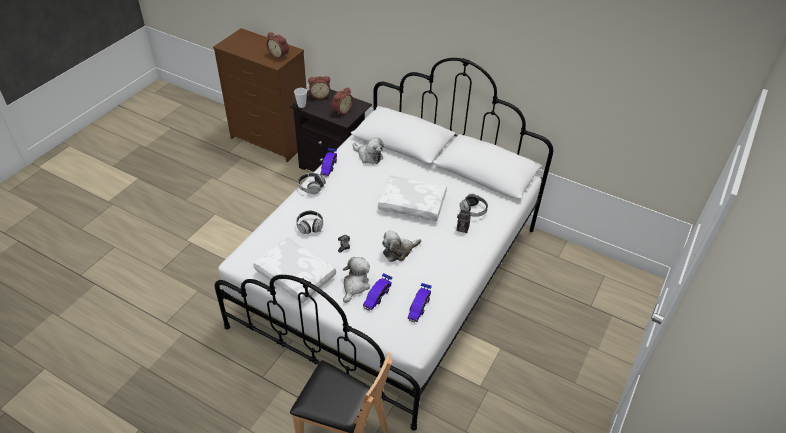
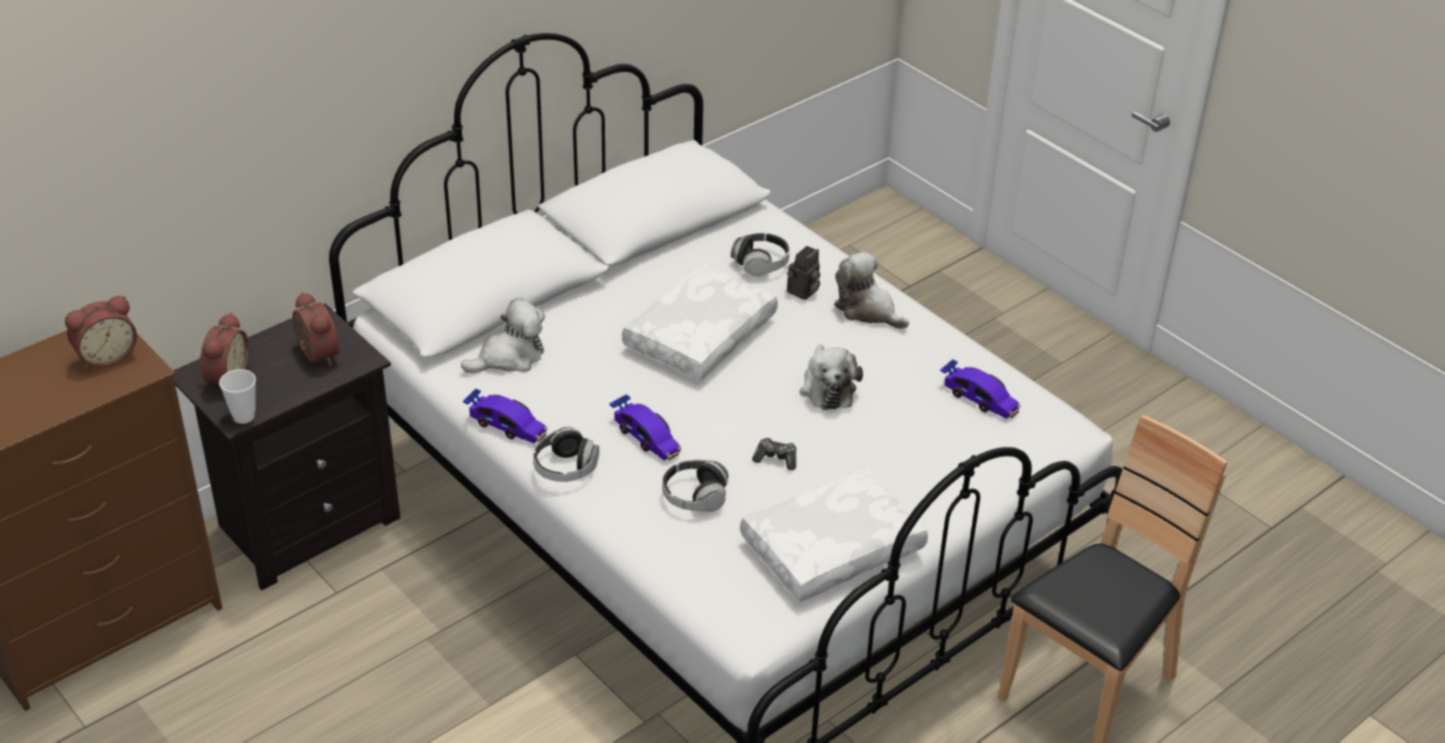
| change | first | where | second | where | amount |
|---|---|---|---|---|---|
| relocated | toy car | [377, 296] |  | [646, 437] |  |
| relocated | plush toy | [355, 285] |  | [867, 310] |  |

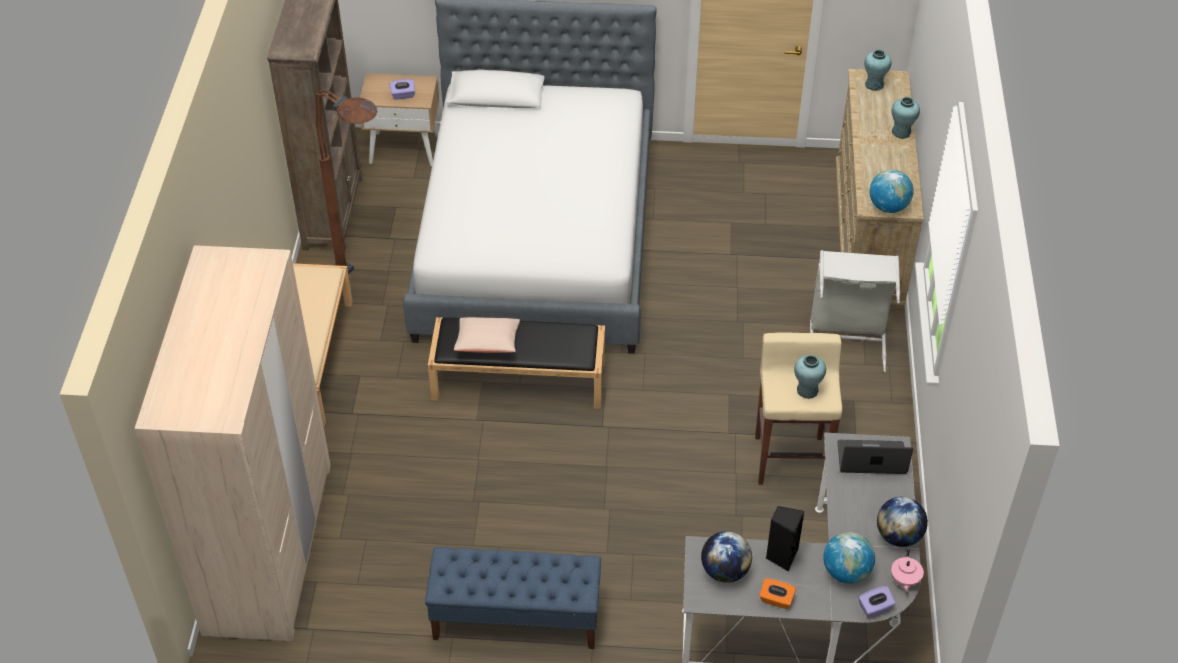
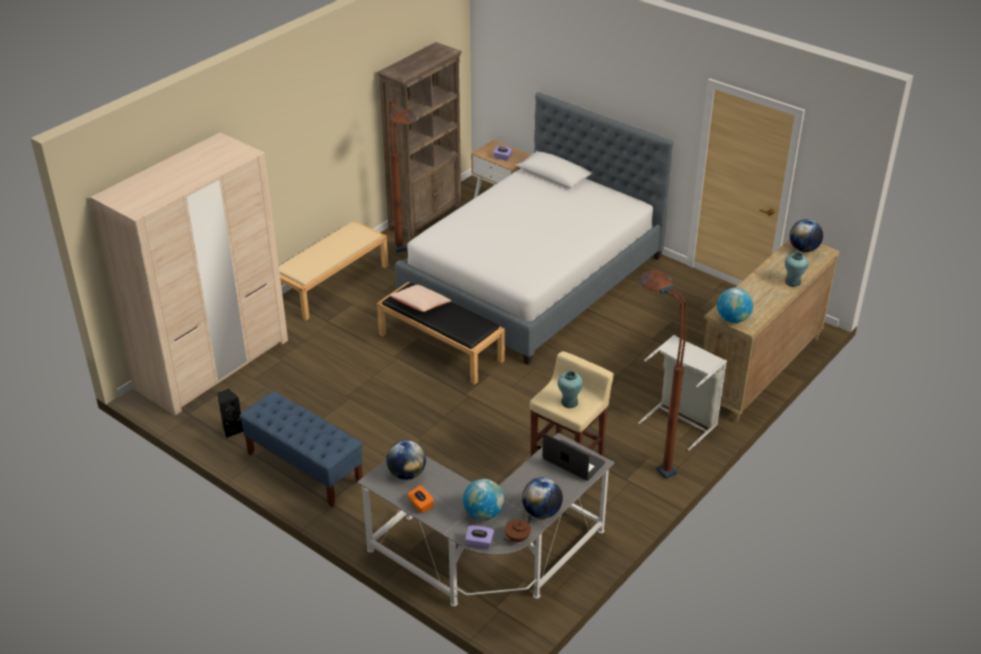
| change | first | where | second | where | amount |
|---|---|---|---|---|---|
| relocated | speaker (black) | [781, 556] |  | [232, 430] |  |
| colour | teapot (pink) | [904, 580] | teapot (brown) | [517, 538] |  |
| appeared |  |  | floor lamp (brown) | [647, 452] |  |
| exchanged | vase (turquoise) | [874, 84] | globe | [803, 249] |  |

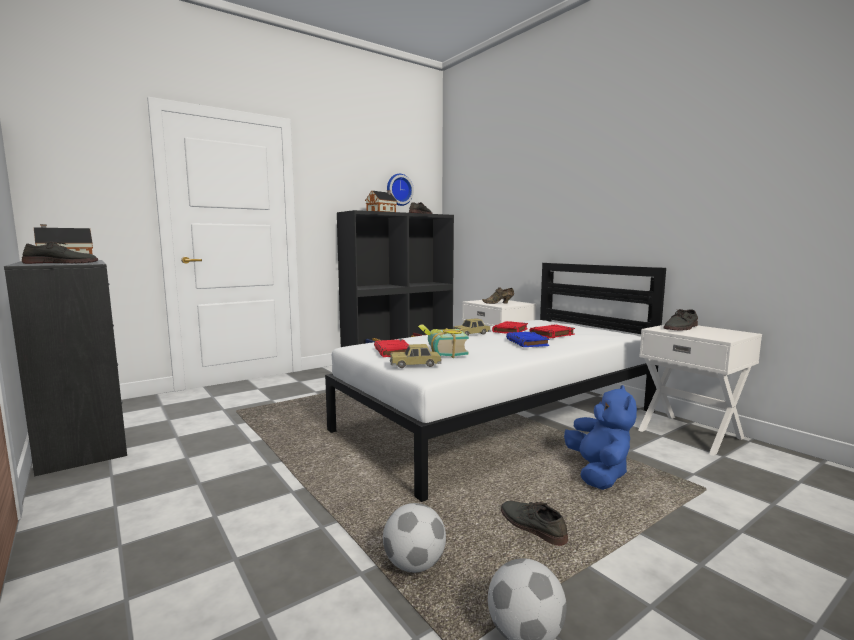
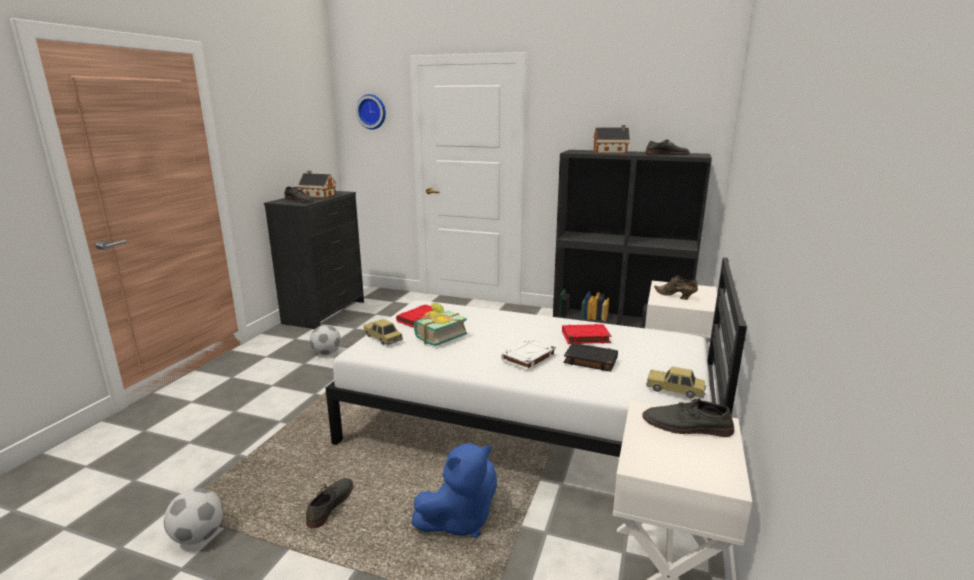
| change | first | where | second | where | amount |
|---|---|---|---|---|---|
| relocated | football | [414, 565] |  | [326, 353] |  |
| relocated | wall clock | [398, 190] |  | [372, 111] |  |
| colour | book (blue) | [527, 343] | book (white) | [528, 358] |  |
| colour | book (red) | [551, 334] | book (black) | [590, 360] |  |
| relocated | toy car | [471, 334] |  | [675, 390] |  |

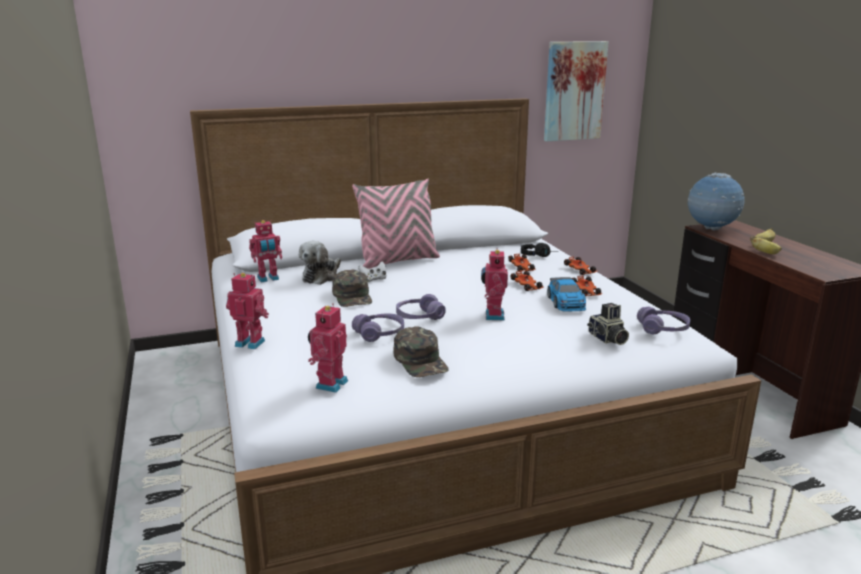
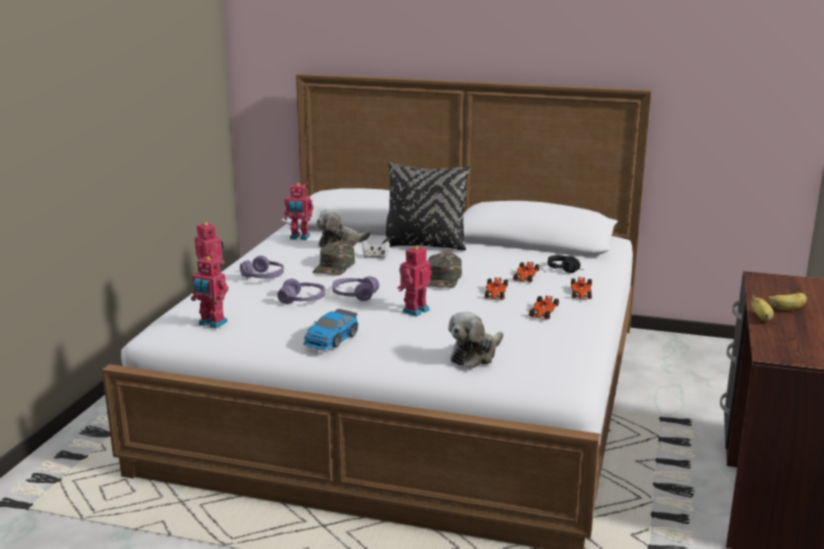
| change | first | where | second | where | amount |
|---|---|---|---|---|---|
| spun | toy robot | [329, 384] |  | [212, 323] | 120 degrees counterclockwise |
| relocated | headphones (purple) | [663, 329] |  | [263, 277] |  |
| relocated | toy car | [566, 303] |  | [331, 339] |  |
| colour | pillow (pink) | [398, 261] | pillow (black) | [425, 246] |  |
| relocated | cap (green) | [421, 361] |  | [443, 279] |  |
| exchanged | photo camera | [607, 339] | plush toy | [475, 355] |  |
| missing | picture | [574, 91] |  |  |  |
| missing | globe | [711, 229] |  |  |  |

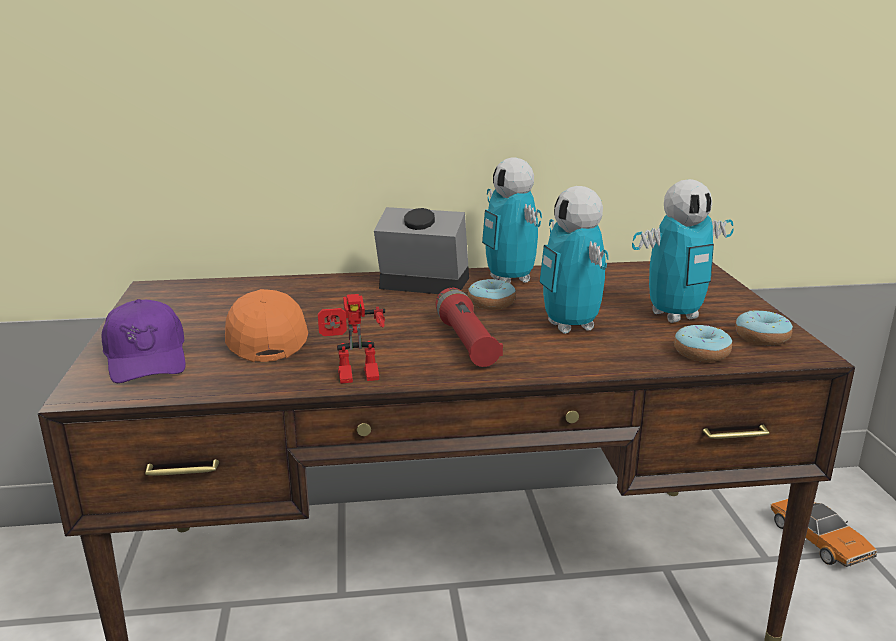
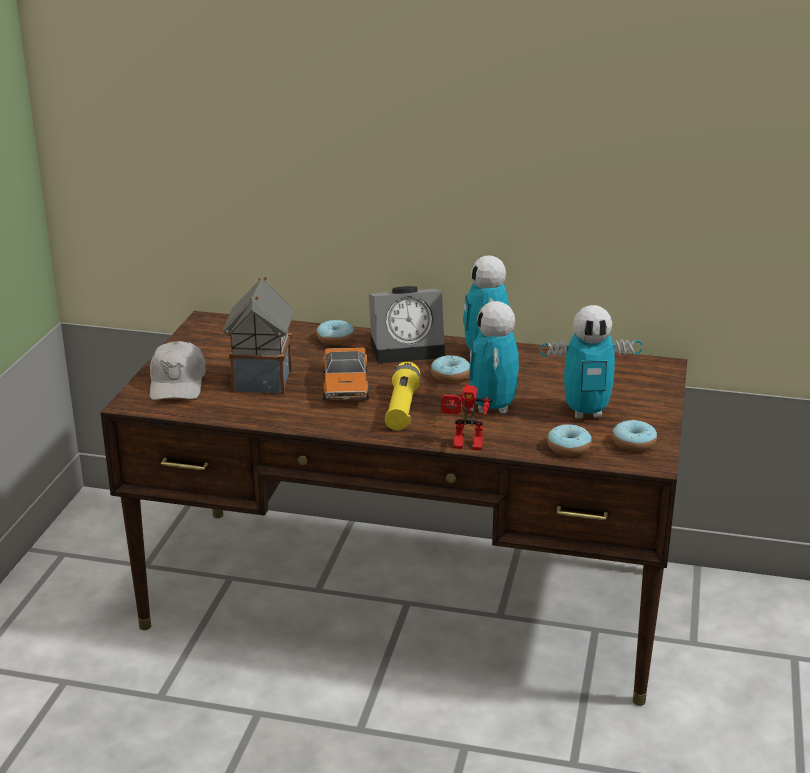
| change | first | where | second | where | amount |
|---|---|---|---|---|---|
| colour | cap (purple) | [147, 358] | cap (white) | [178, 383] |  |
| exchanged | cap (orange) | [266, 340] | toy house | [262, 382] |  |
| appeared |  |  | donut | [335, 339] |  |
| relocated | toy car | [819, 540] |  | [345, 385] |  |
| spun | alarm clock | [420, 285] |  | [409, 349] | 135 degrees clockwise |
| colour | flashlight (red) | [466, 342] | flashlight (yellow) | [402, 408] |  |
| relocated | toy robot | [355, 378] |  | [465, 446] |  |

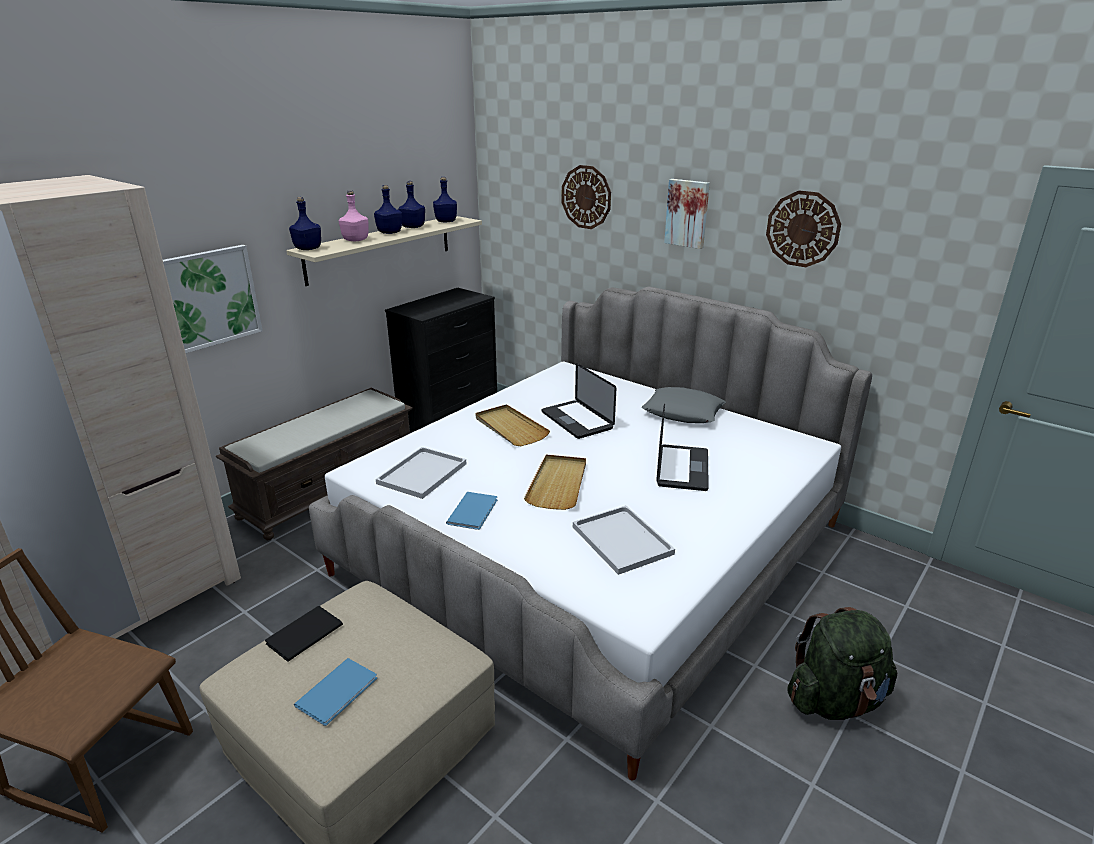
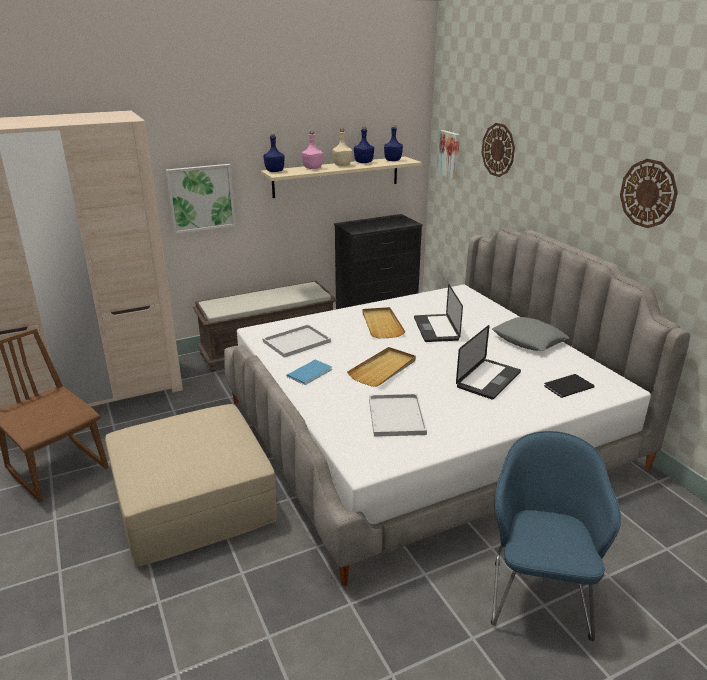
| change | first | where | second | where | amount |
|---|---|---|---|---|---|
| colour | bottle (blue) | [389, 233] | bottle (beige) | [341, 165] |  |
| relocated | picture | [687, 213] |  | [450, 154] |  |
| exchanged | backpack (green) | [835, 700] | armchair (blue) | [539, 592] |  |
| relocated | book (black) | [302, 634] |  | [566, 386] |  |
| missing | book (blue) | [340, 691] |  |  |  |

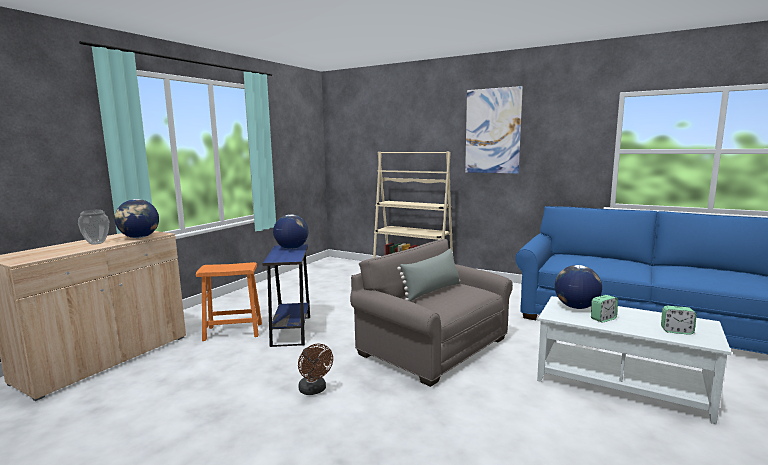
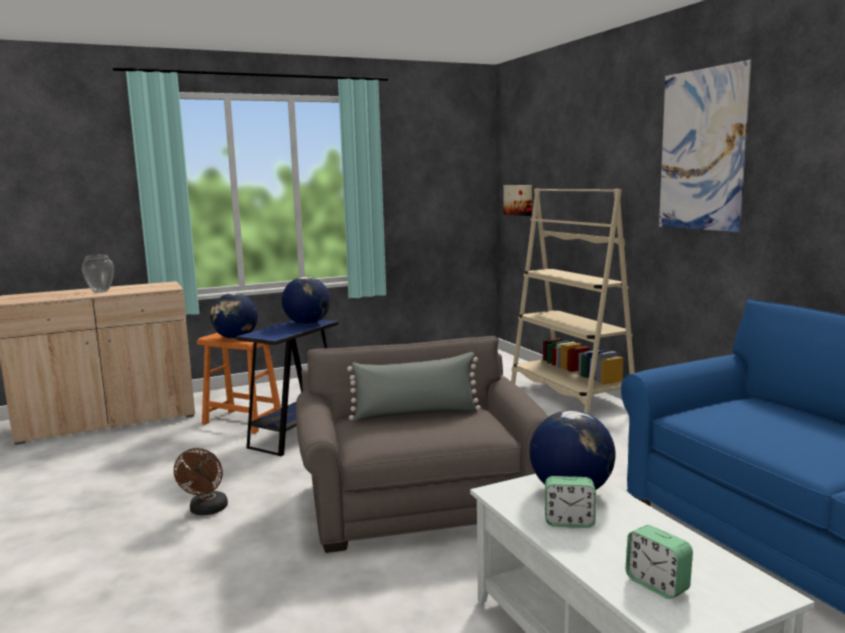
| change | first | where | second | where | amount |
|---|---|---|---|---|---|
| relocated | globe | [139, 237] |  | [236, 338] |  |
| appeared |  |  | picture | [519, 200] |  |

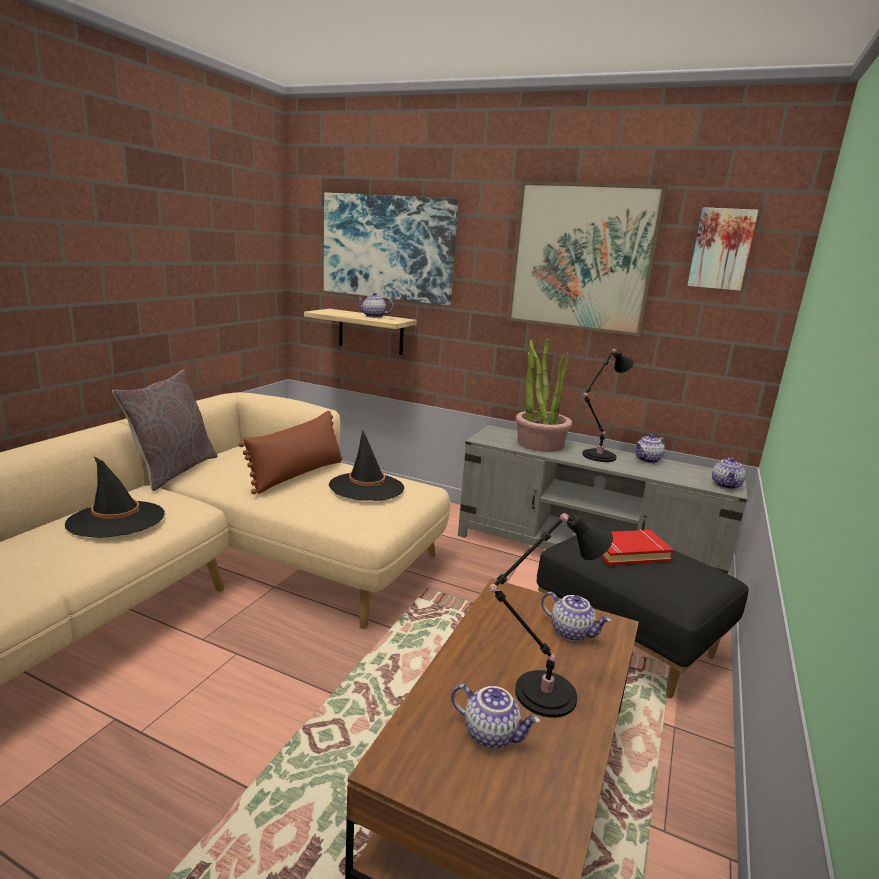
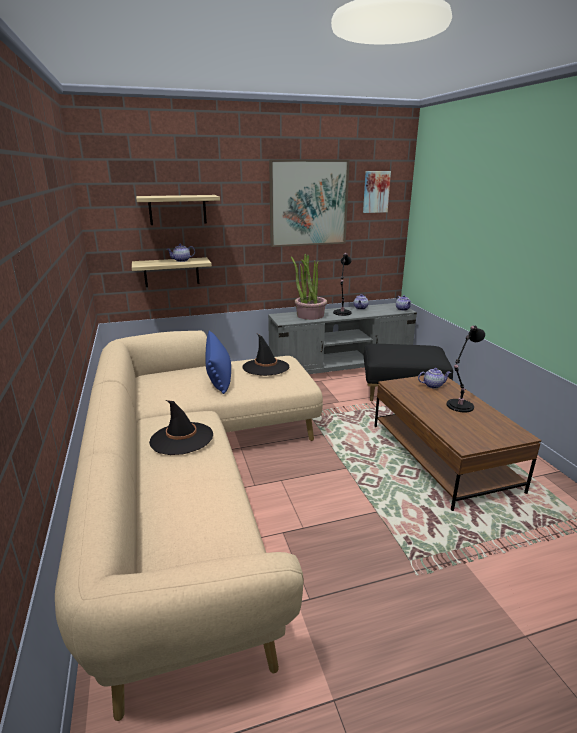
| change | first | where | second | where | amount |
|---|---|---|---|---|---|
| exchanged | picture | [388, 247] | shelf | [177, 210] |  |
| colour | pillow (brown) | [297, 475] | pillow (blue) | [219, 376] |  |
| missing | pillow (grey) | [173, 470] |  |  |  |
| missing | teapot | [492, 733] |  |  |  |
| missing | book (red) | [628, 552] |  |  |  |

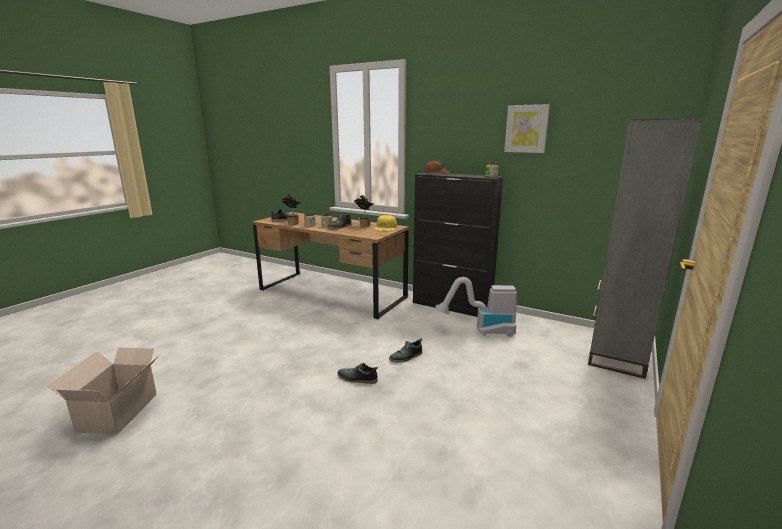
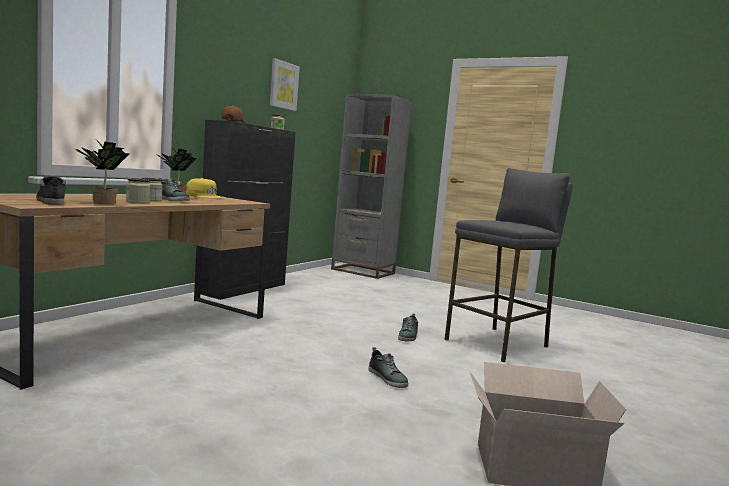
| change | first | where | second | where | amount |
|---|---|---|---|---|---|
| relocated | shoe | [406, 357] |  | [388, 378] |  |
| appeared |  |  | stool (grey) | [498, 343] |  |
| missing | vacuum cleaner | [481, 331] |  |  |  |

